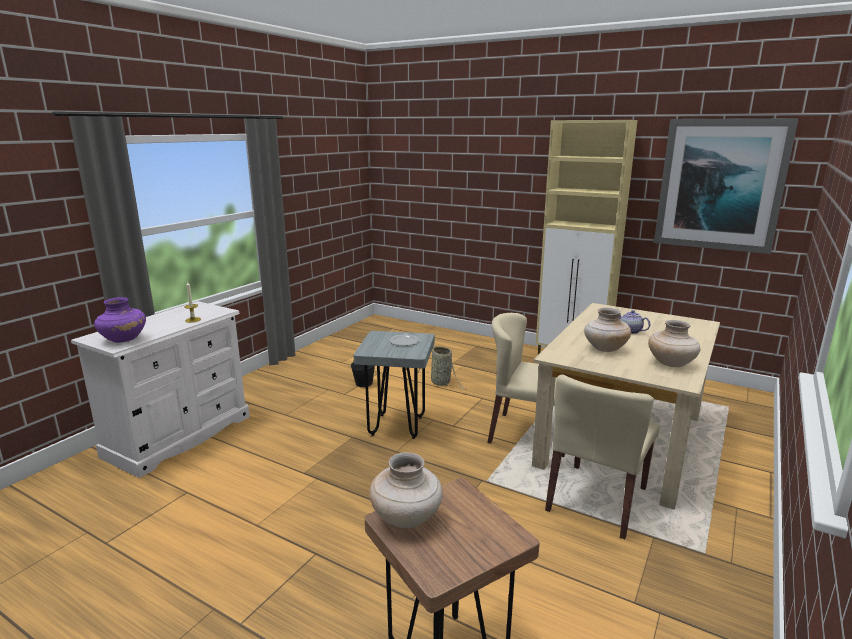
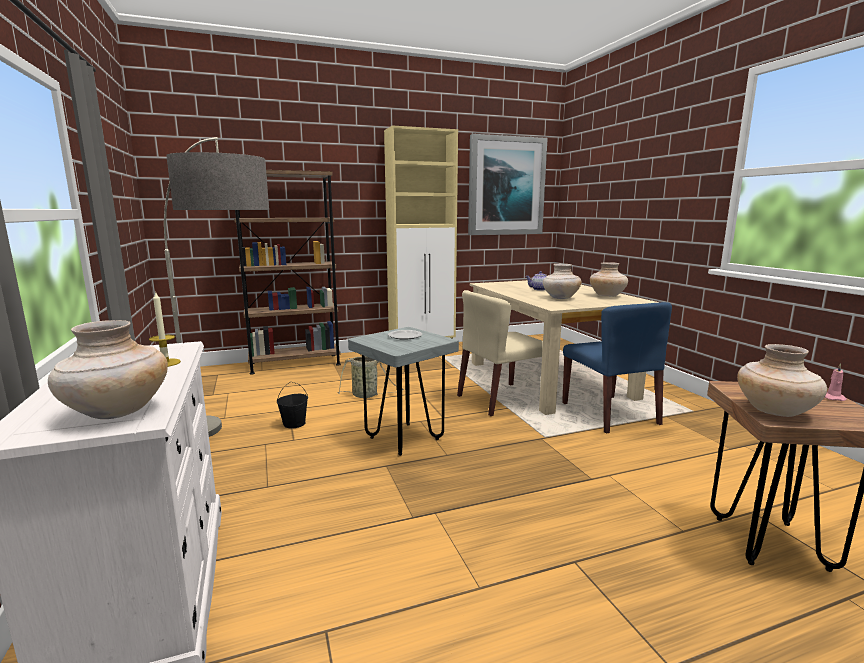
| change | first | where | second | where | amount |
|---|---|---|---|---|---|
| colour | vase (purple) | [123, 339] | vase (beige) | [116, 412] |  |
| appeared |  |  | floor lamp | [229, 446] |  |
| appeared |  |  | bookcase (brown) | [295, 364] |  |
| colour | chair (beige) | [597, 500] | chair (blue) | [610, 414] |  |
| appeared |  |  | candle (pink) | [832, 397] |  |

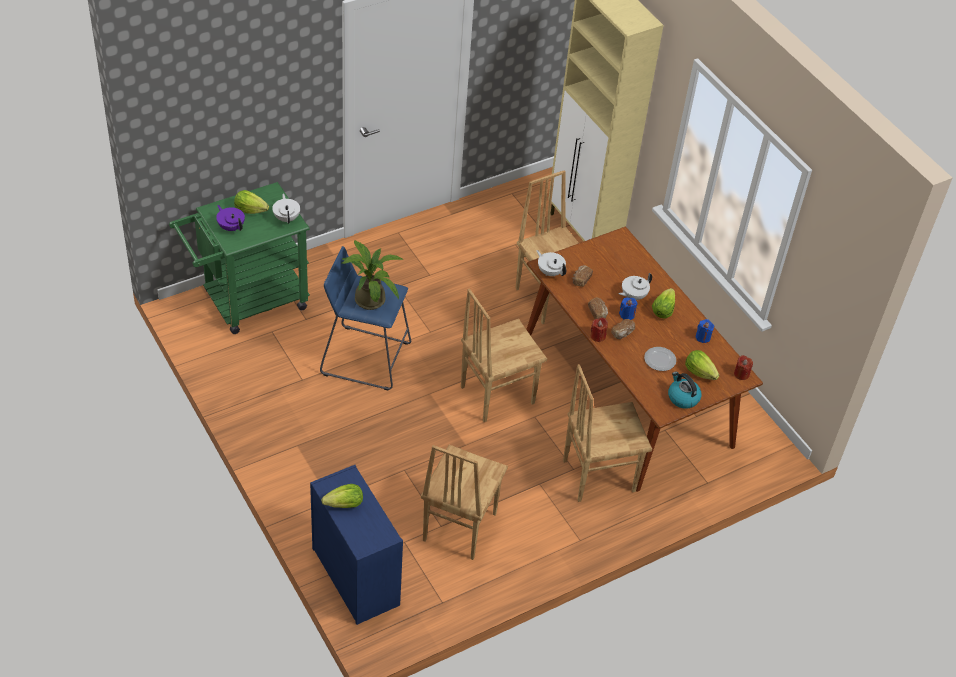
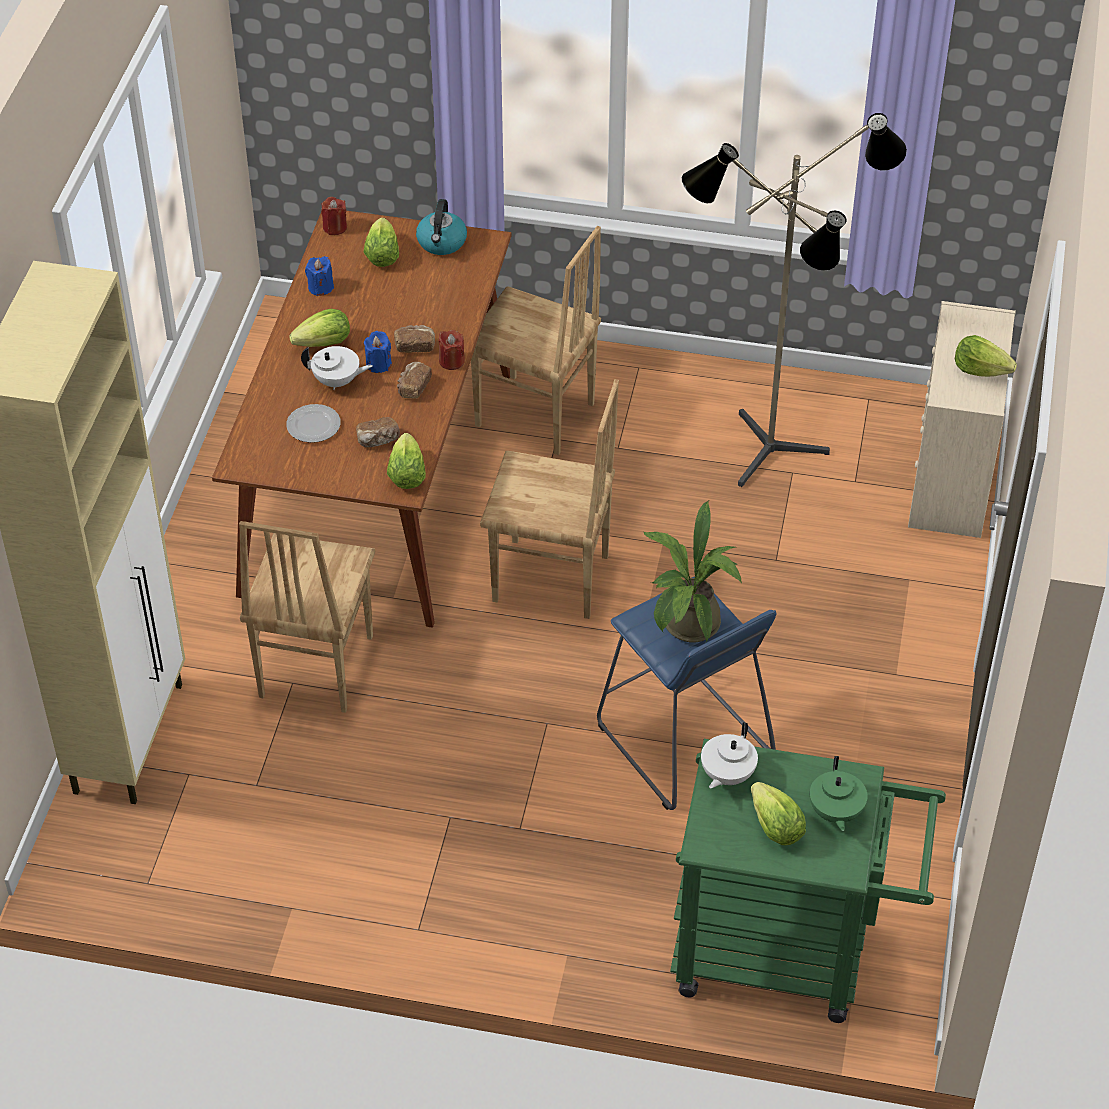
| change | first | where | second | where | amount |
|---|---|---|---|---|---|
| relocated | plate | [659, 360] |  | [313, 426] |  |
| exchanged | teapot (white) | [550, 272] | lettuce | [406, 475] |  |
| exchanged | chair (brown) | [458, 527] | floor lamp | [771, 460] |  |
| colour | teapot (purple) | [231, 227] | teapot (green) | [835, 813] |  |
| colour | dresser (blue) | [354, 575] | dresser (beige) | [951, 481] |  |

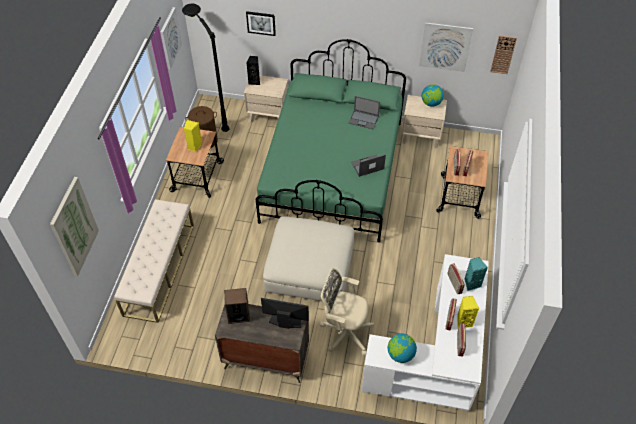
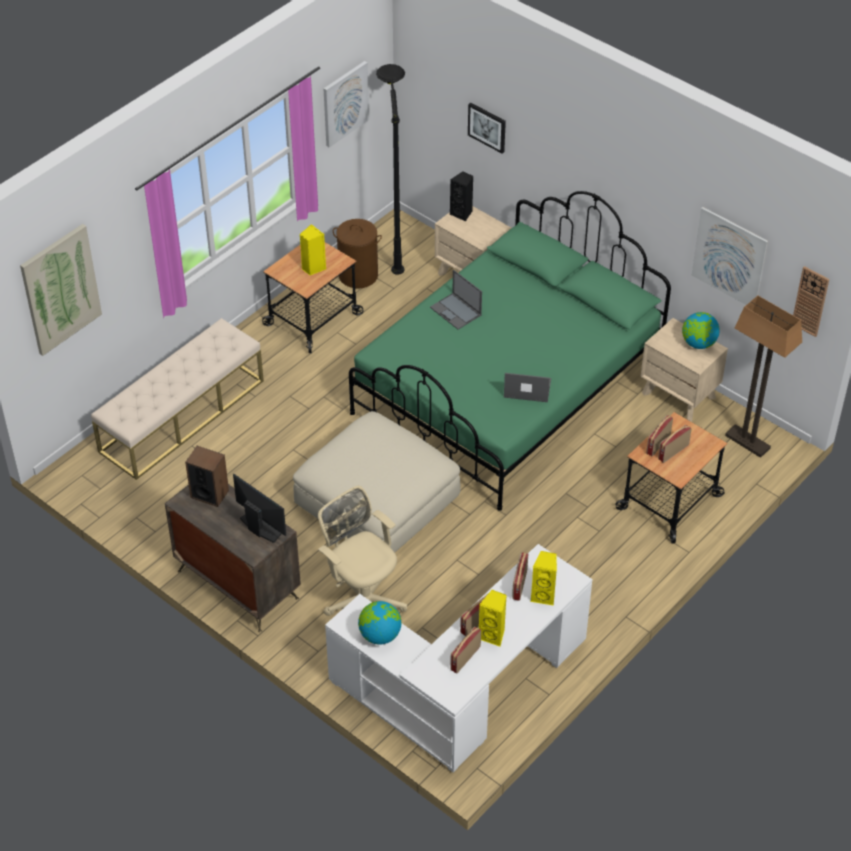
| change | first | where | second | where | amount |
|---|---|---|---|---|---|
| relocated | laptop | [364, 119] |  | [456, 311] |  |
| colour | speaker (turquoise) | [471, 283] | speaker (yellow) | [544, 595] |  |
| appeared |  |  | floor lamp | [748, 442] |  |

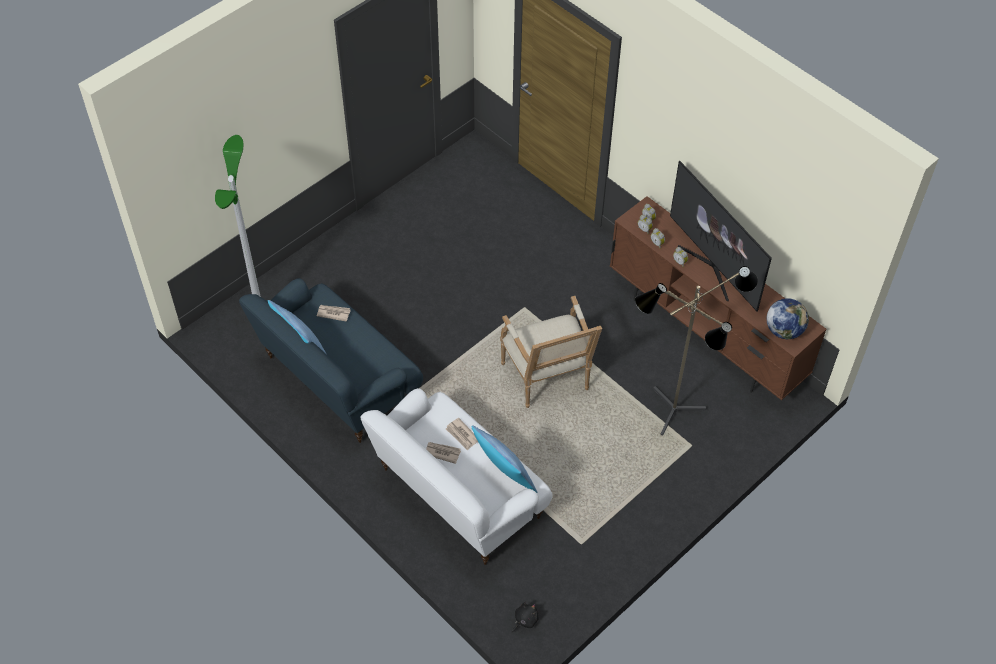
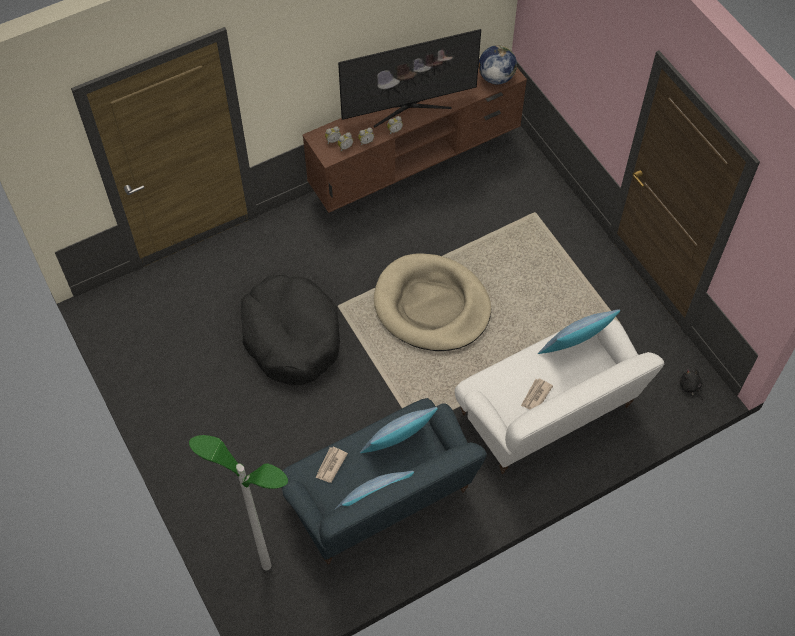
| change | first | where | second | where | amount |
|---|---|---|---|---|---|
| appeared |  |  | dog bed (black) | [291, 336] |  |
| appeared |  |  | pillow | [398, 446] |  |
| exchanged | armchair | [548, 379] | dog bed (beige) | [432, 306] |  |
| missing | newspaper | [462, 435] |  |  |  |
| missing | floor lamp | [675, 416] |  |  |  |

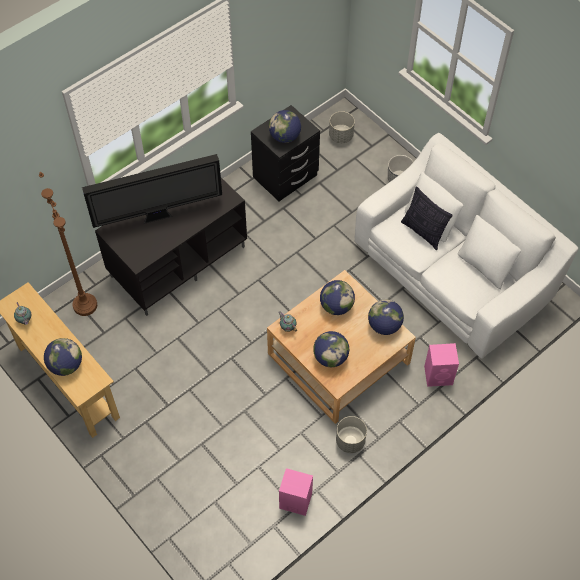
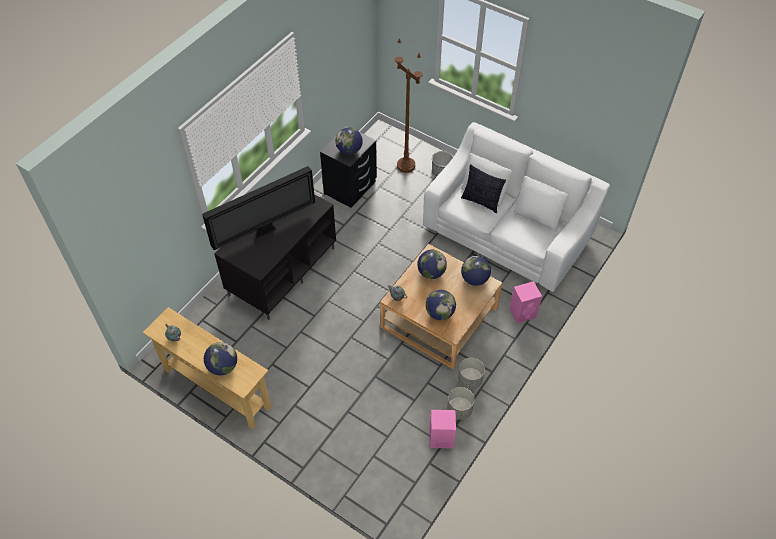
| change | first | where | second | where | amount |
|---|---|---|---|---|---|
| relocated | floor lamp (brown) | [85, 305] |  | [405, 166] |  |
| relocated | planter (grey) | [341, 136] |  | [459, 409] |  |

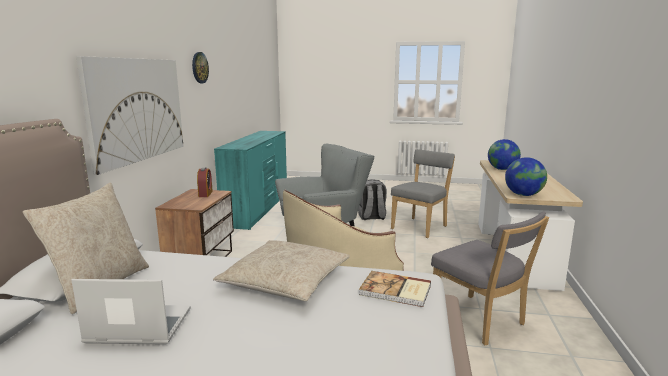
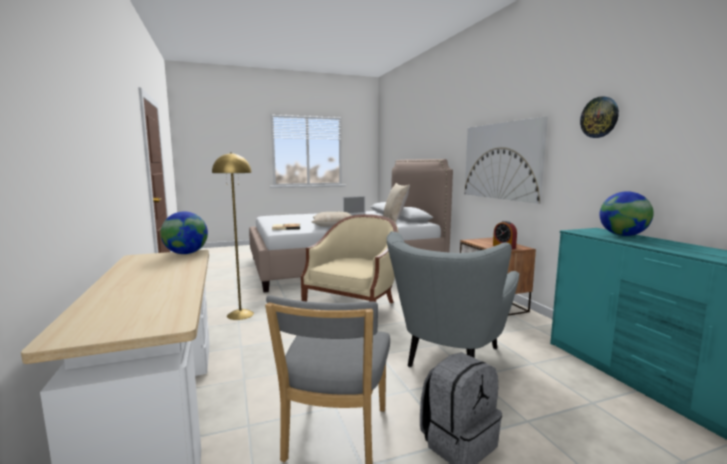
| change | first | where | second | where | amount |
|---|---|---|---|---|---|
| exchanged | chair (grey) | [480, 321] | floor lamp (yellow) | [240, 314] |  |
| relocated | globe | [502, 169] |  | [622, 235] |  |

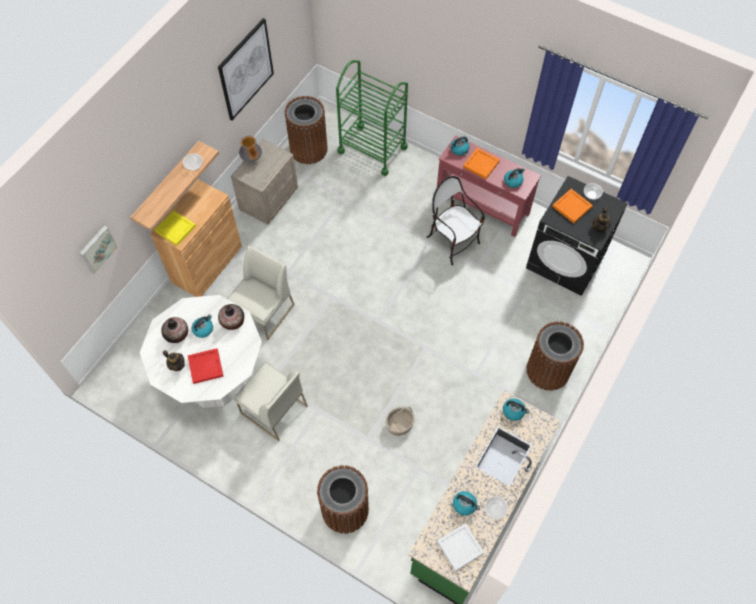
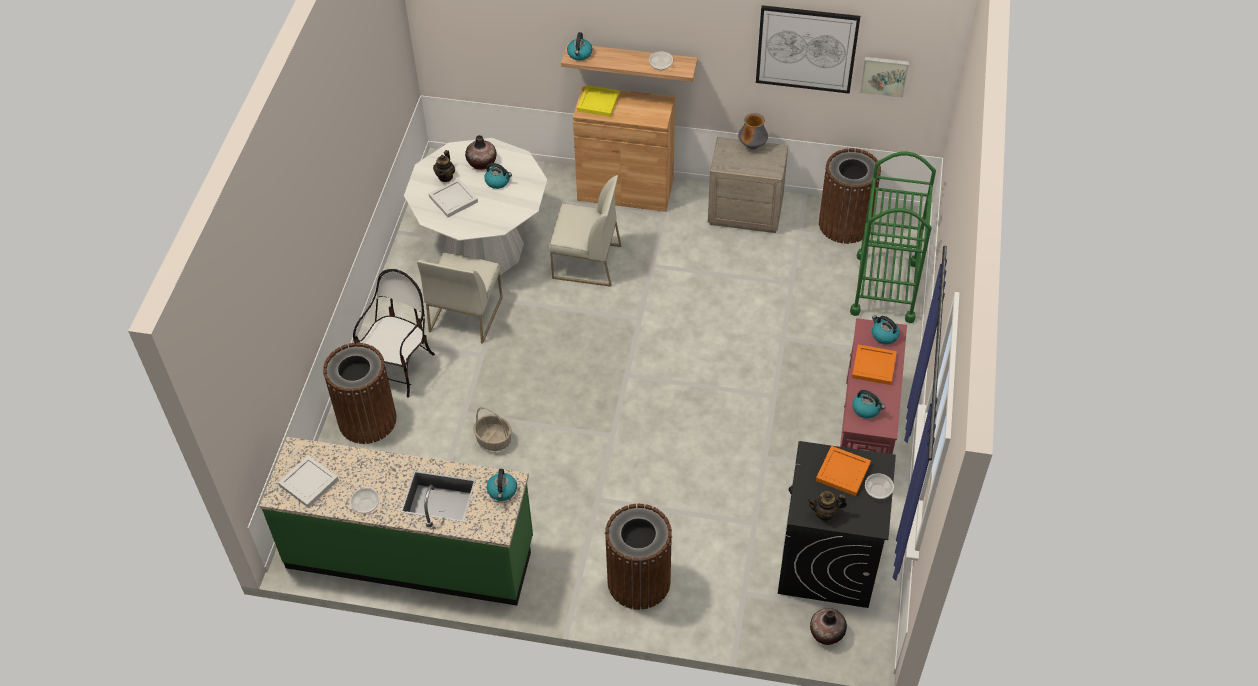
| change | first | where | second | where | amount |
|---|---|---|---|---|---|
| relocated | chair | [452, 242] |  | [400, 368] |  |
| colour | tray (red) | [205, 366] | tray (white) | [453, 199] |  |
| relocated | kettle | [465, 505] |  | [579, 54] |  |
| relocated | vase | [232, 321] |  | [826, 633] |  |
| relocated | picture | [97, 249] |  | [884, 75] |  |

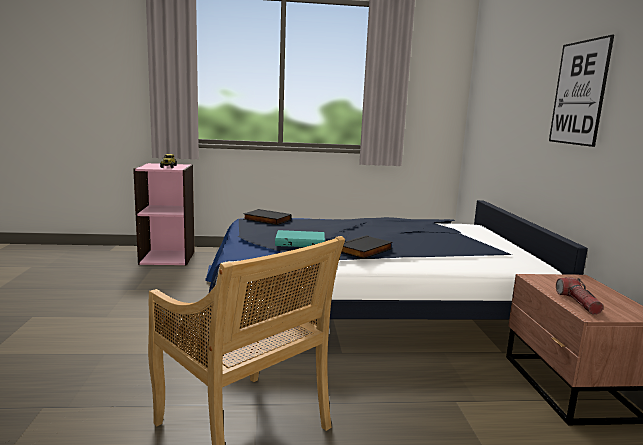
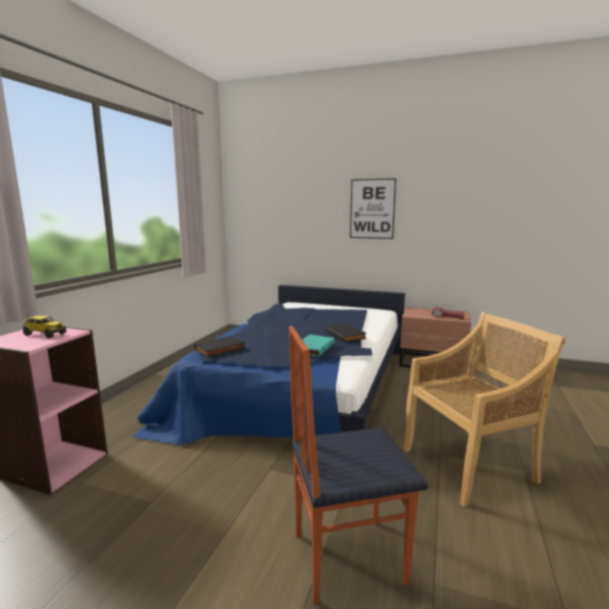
| change | first | where | second | where | amount |
|---|---|---|---|---|---|
| appeared |  |  | chair | [346, 556] |  |

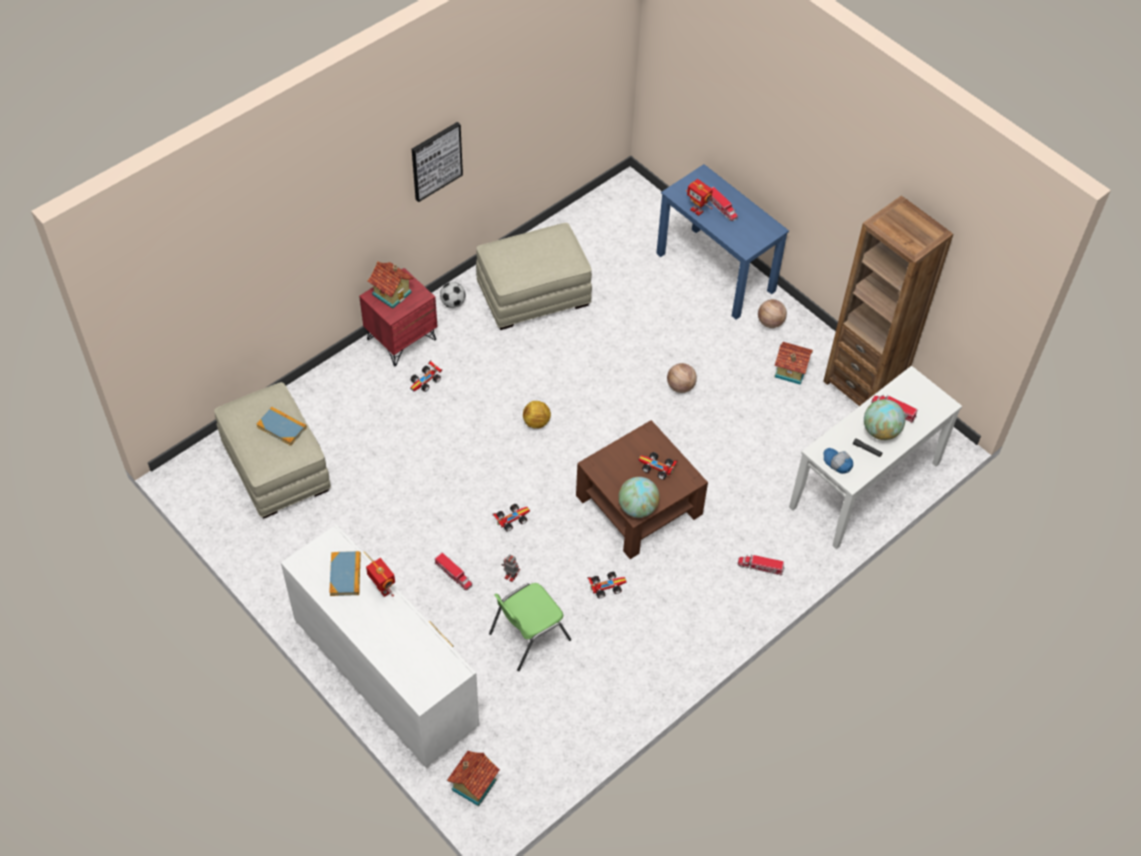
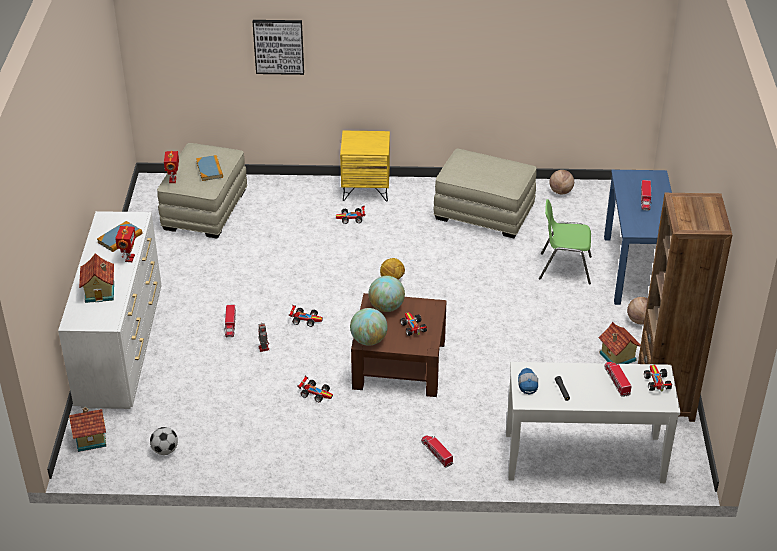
| change | first | where | second | where | amount |
|---|---|---|---|---|---|
| relocated | toy house | [392, 293] |  | [100, 292] |  |
| relocated | football | [453, 303] |  | [165, 450] |  |
| relocated | toy robot | [697, 210] |  | [173, 180] |  |
| relocated | picture | [436, 161] |  | [278, 46] |  |
| colour | nightstand (red) | [401, 339] | nightstand (yellow) | [366, 189] |  |
| relocated | globe | [880, 431] |  | [386, 307] |  |
| relocated | chair (green) | [528, 636] |  | [564, 268] |  |
| relocated | basketball | [680, 386] |  | [561, 192] |  |
| appeared |  |  | toy car | [656, 382] |  |

